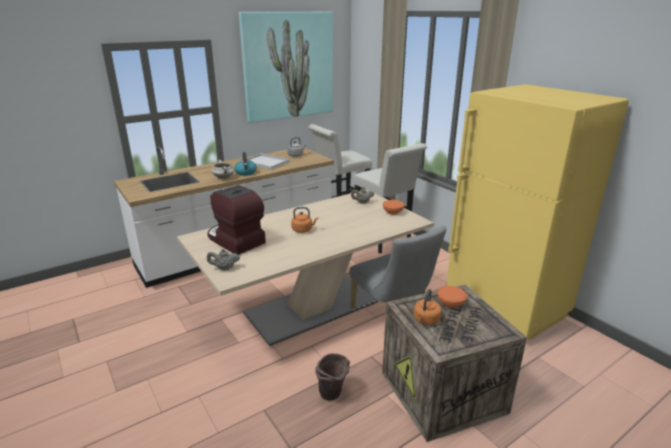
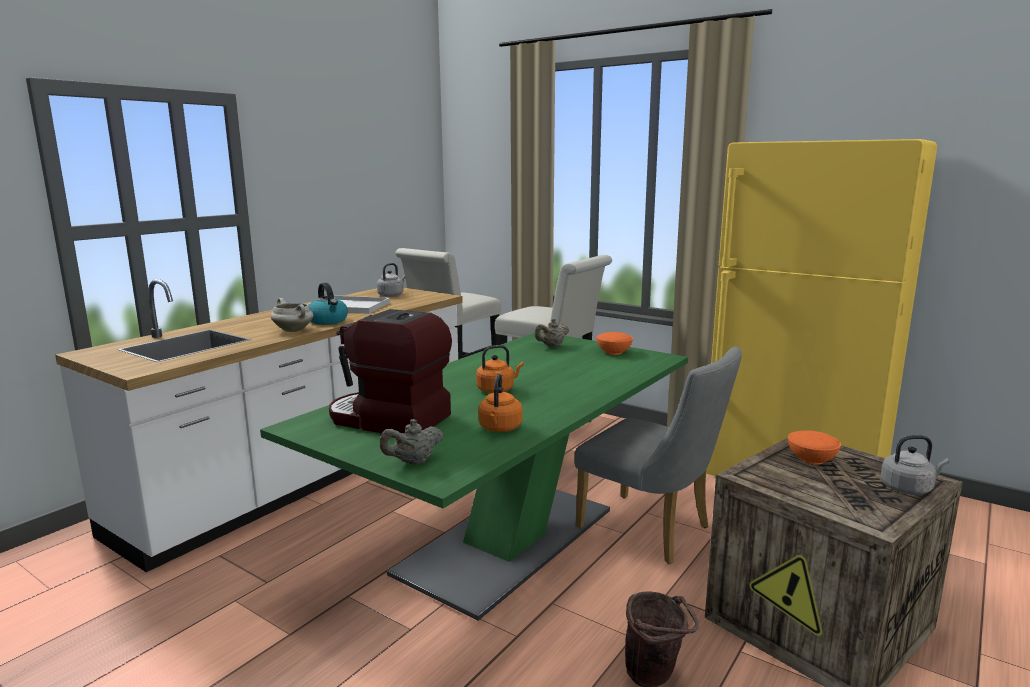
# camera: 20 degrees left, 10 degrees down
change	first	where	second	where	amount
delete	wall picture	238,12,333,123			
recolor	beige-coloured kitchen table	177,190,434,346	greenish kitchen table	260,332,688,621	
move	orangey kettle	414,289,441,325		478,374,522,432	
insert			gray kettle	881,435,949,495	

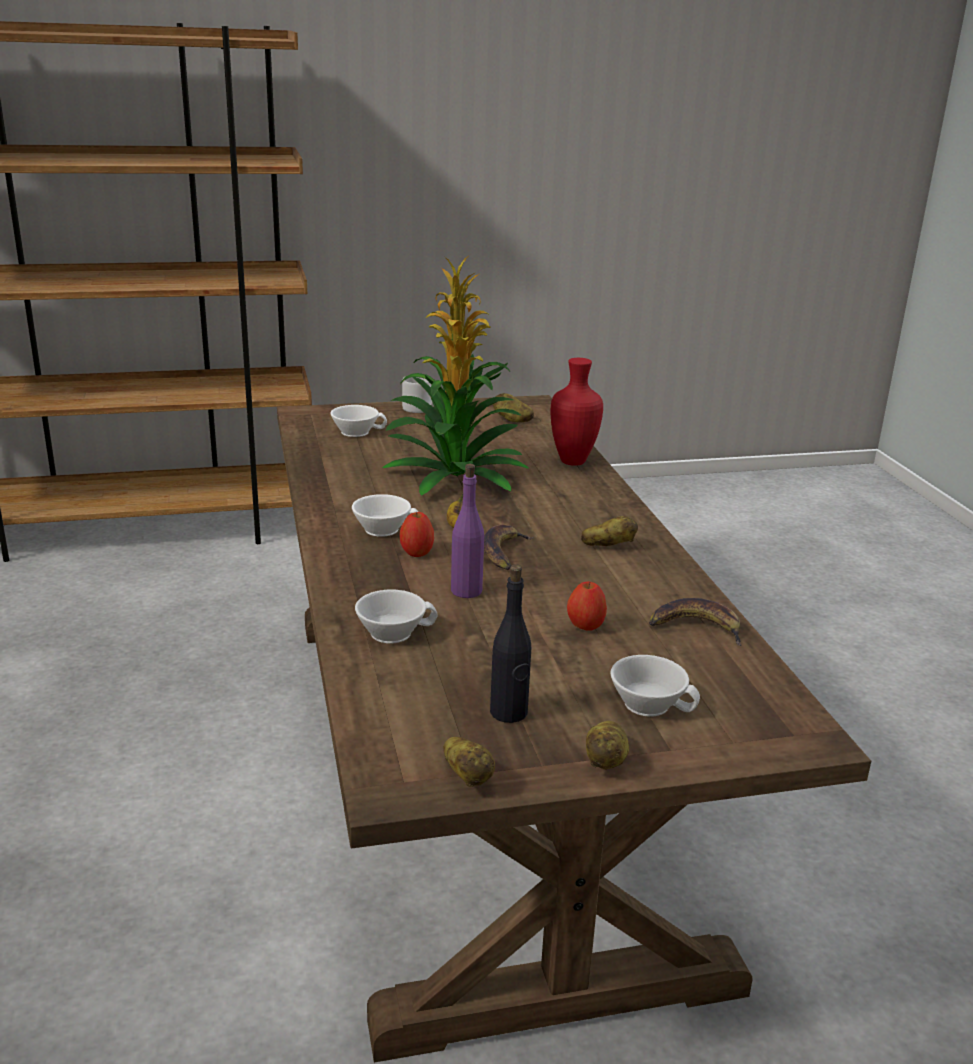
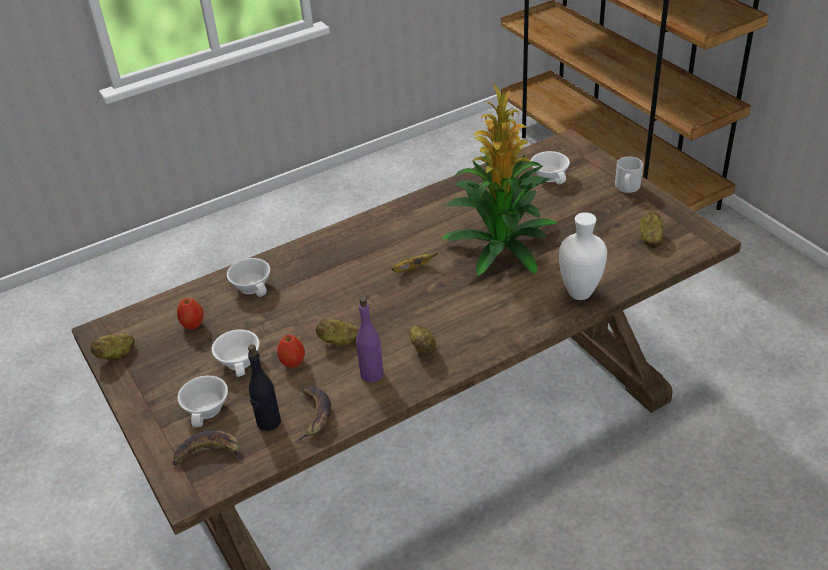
# camera: 75 degrees right, 15 degrees up
change	first	where	second	where	amount
recolor	red-coloured flower vase	551,358,603,466	white flower vase	559,212,607,300	
move	purplish bottle	451,464,484,598		356,297,384,382	
move	white cup	352,494,418,537		212,329,259,377	
move	whole apple	400,512,434,557		177,298,204,330	
move	banana fruit	484,524,534,570		172,430,243,465	
move	blackish bottle	490,564,531,723		248,344,281,431	
move	whole potato	586,721,629,770		316,319,359,346	

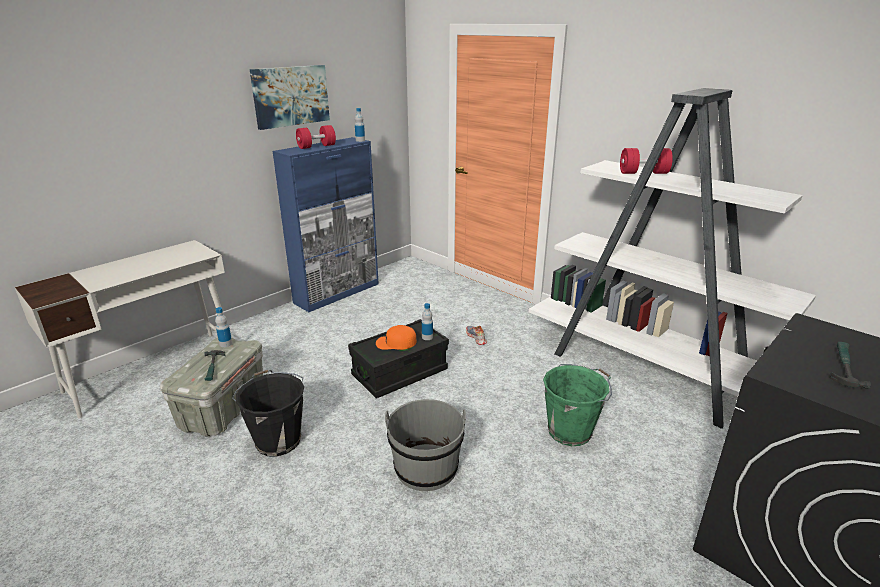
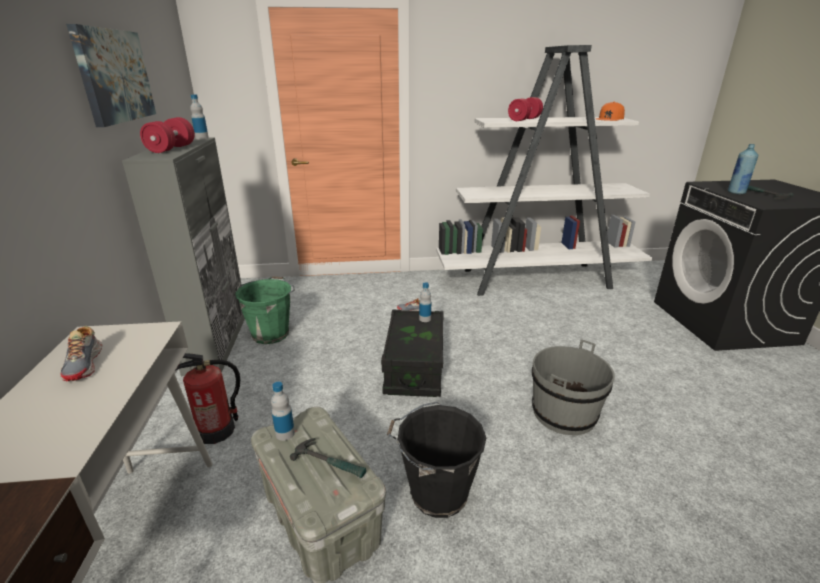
# camera: 50 degrees left, 0 degrees up
change	first	where	second	where	amount
recolor	blue storage cabinet	272,137,379,312	gray storage cabinet	122,137,245,376	
move	orangey baseball cap	376,325,417,350		596,102,625,121	
move	greenish pail	543,364,612,446		235,276,295,344	
insert			blue bottle	728,144,758,194	
insert			item of footwear	60,326,102,381	
insert			extinguisher	175,353,240,444	

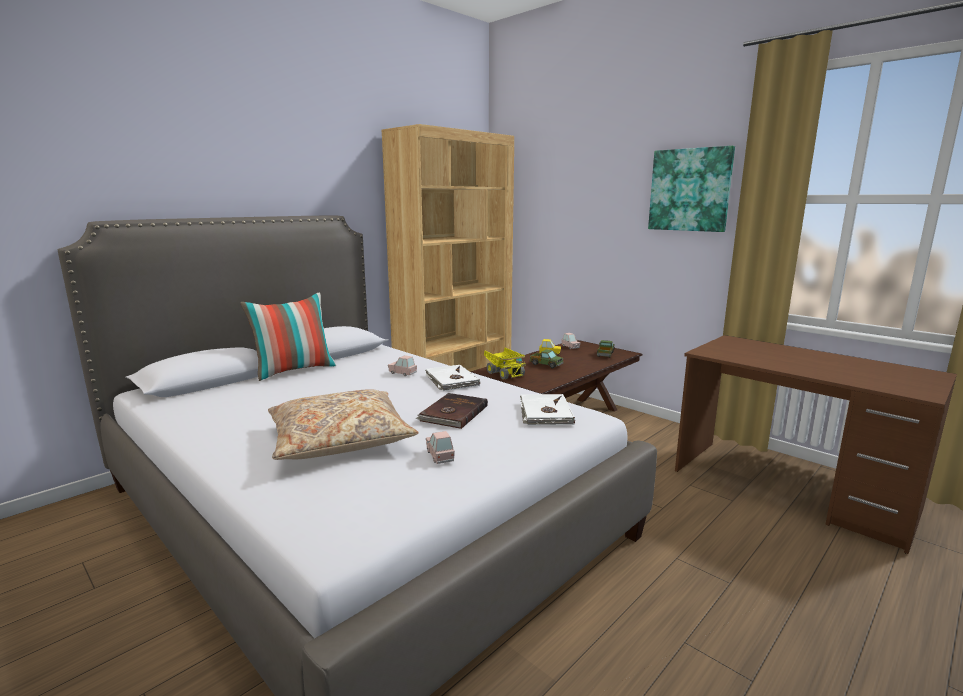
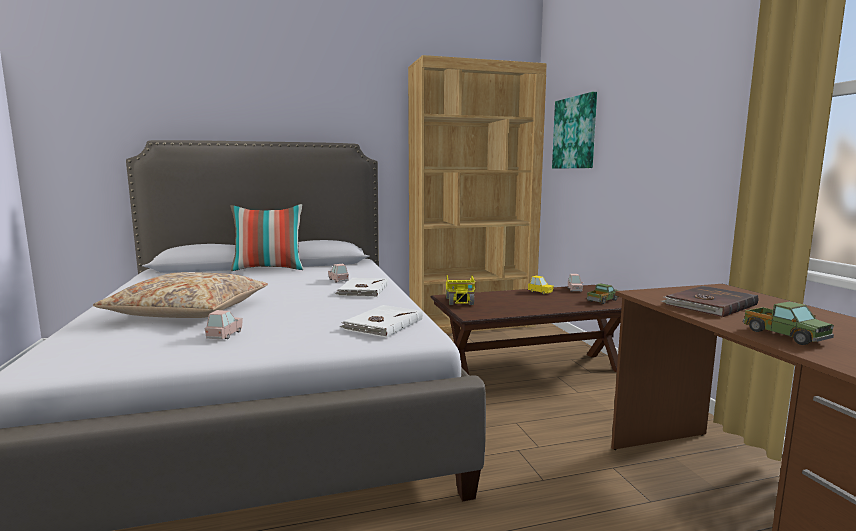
# camera: 30 degrees right, 5 degrees down
change	first	where	second	where	amount
move	wall picture	648,146,735,232		552,92,597,169	
move	toy lorry	530,349,563,368		743,301,834,345	
move	brown-coloured book	416,393,488,429		661,286,758,317	

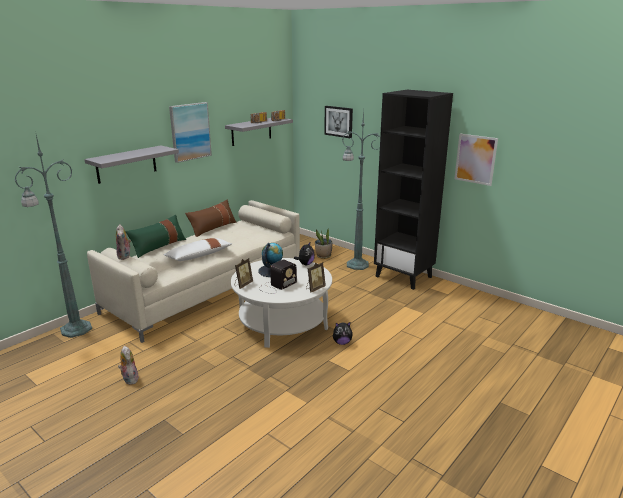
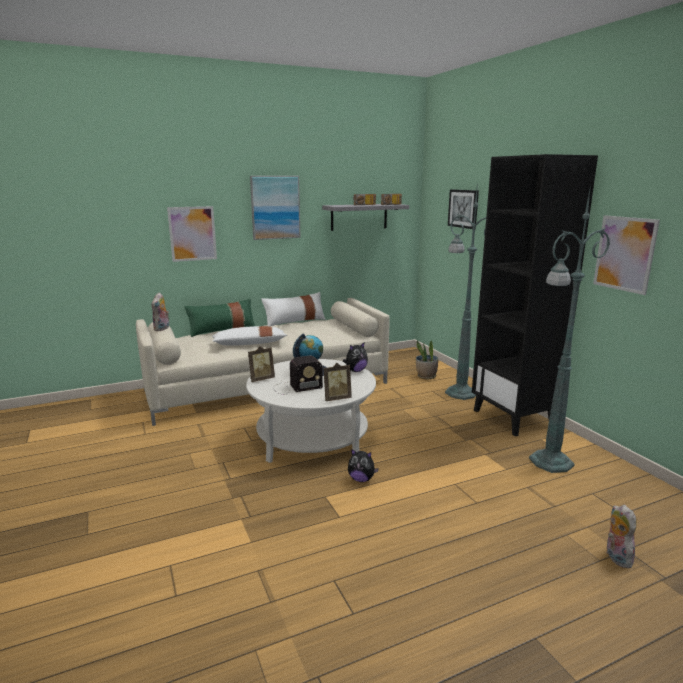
# camera: 25 degrees right, 5 degrees down
change	first	where	second	where	amount
move	greenish standing lamp	14,131,92,338		529,185,610,473	
replace	gray bracket shelf	84,145,179,184	wall picture	167,206,217,262	
recolor	brown-coloured pillow	185,200,237,237	white pillow	261,292,326,326	
move	plush toy	118,346,139,385		607,505,637,568	

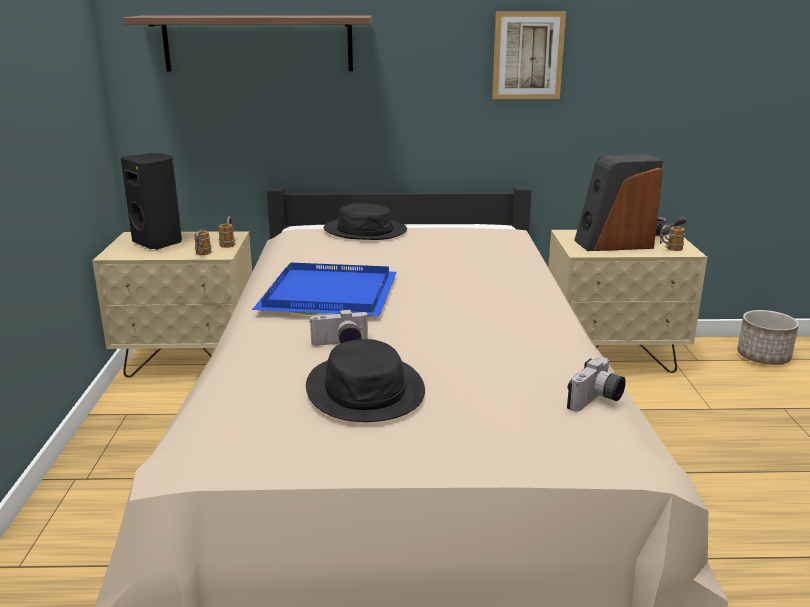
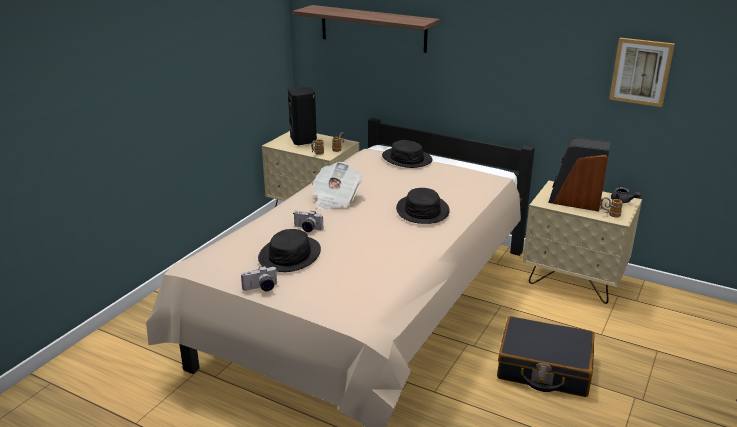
# camera: 30 degrees right, 5 degrees up
change	first	where	second	where	amount
move	wall picture	492,12,566,99		609,38,675,107	
replace	blue carrying tray	252,263,397,316	daily paper	312,162,362,210	
delete	flower pot	737,310,799,365			
move	still camera	567,357,626,412		241,266,277,291	
insert			blackish hat	396,188,450,224	
insert			blackish piece of luggage	497,316,595,397	

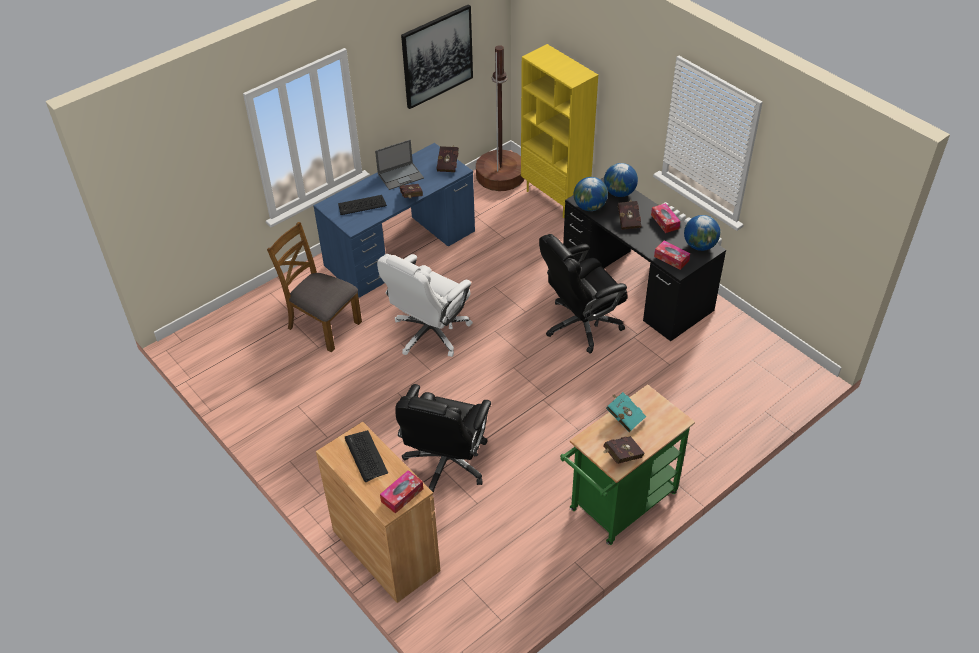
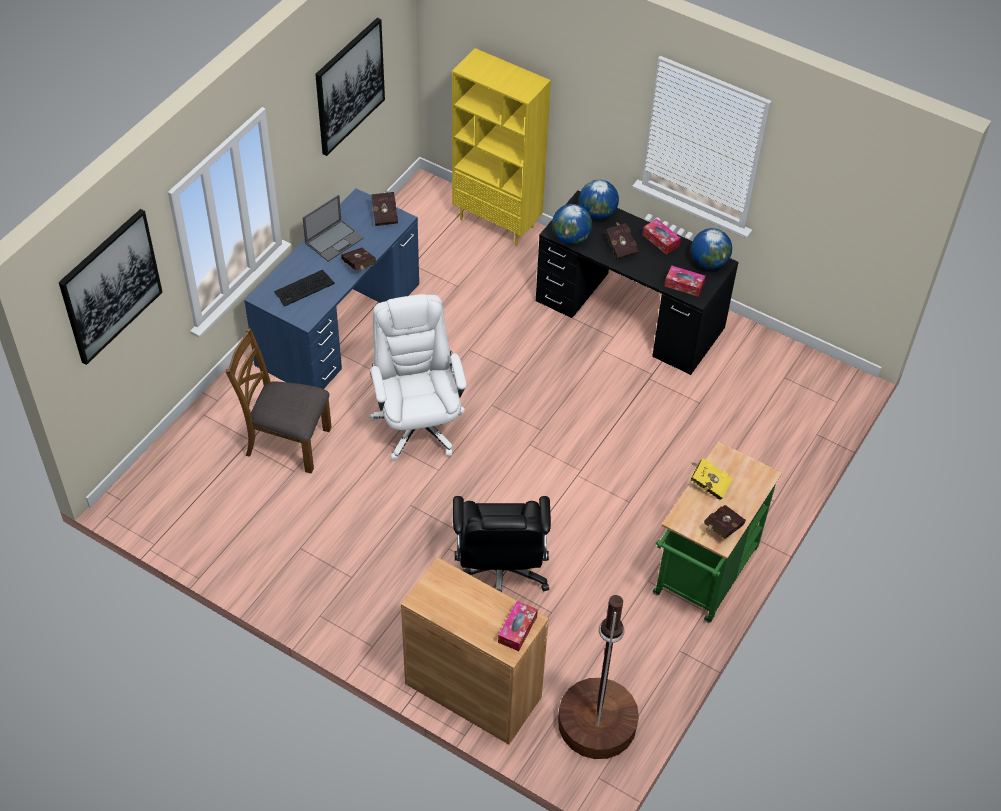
# camera: 20 degrees left, 5 degrees up
change	first	where	second	where	amount
move	brown-coloured standing lamp	476,45,524,191		558,595,639,759	
delete	blackish desk chair	539,234,627,354			
rotate	white desk chair	377,254,473,357		370,294,467,461	150 degrees clockwise
recolor	turquoise book	606,392,646,432	yellow-coloured book	690,458,733,500	
delete	keyboard	345,430,388,482			
insert			wall picture	59,209,162,365	

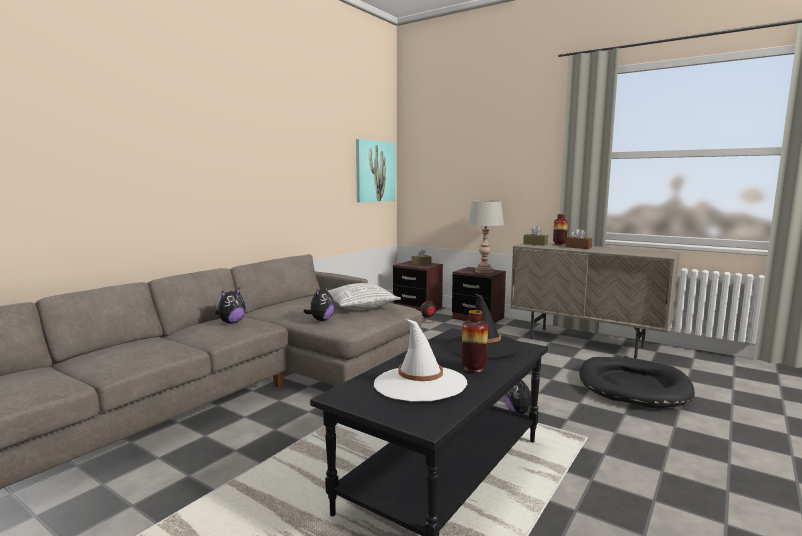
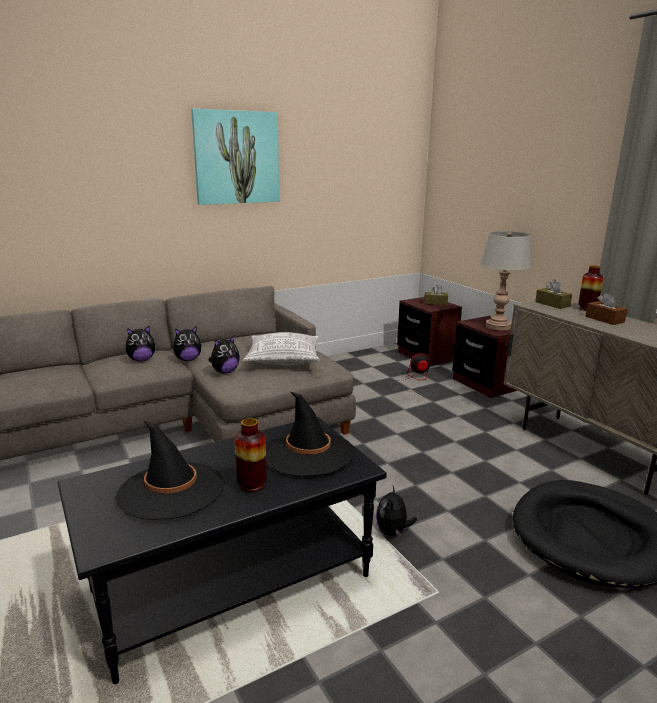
# camera: 25 degrees right, 10 degrees up
change	first	where	second	where	amount
move	wall picture	356,139,395,203		191,109,279,205	
recolor	white hat	374,319,467,402	blackish hat	115,421,225,520	
insert			plush toy	173,327,201,361	

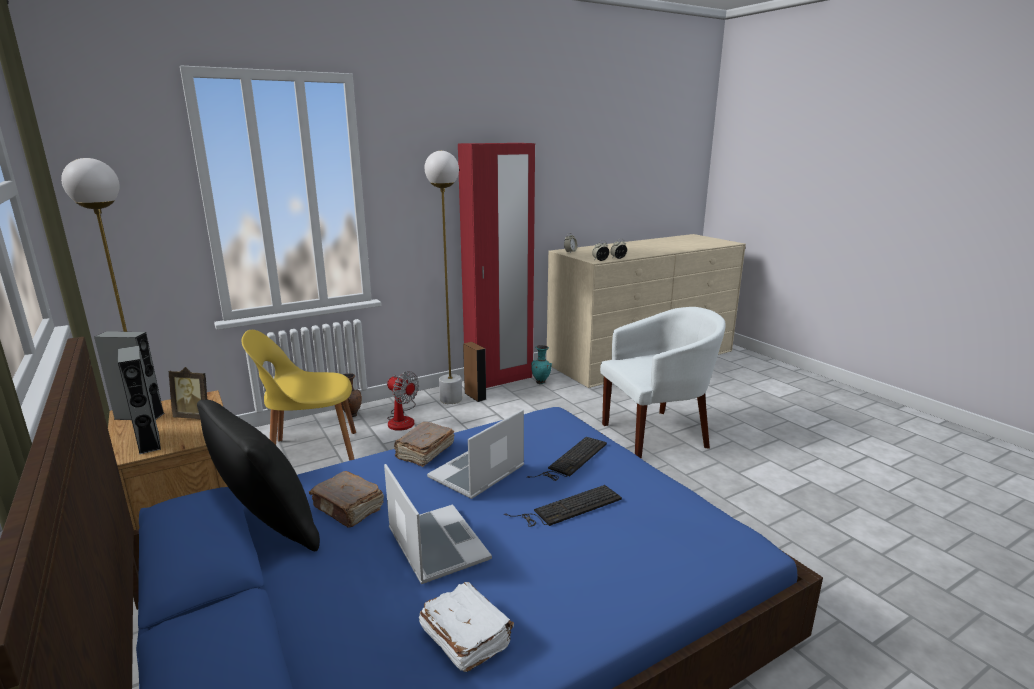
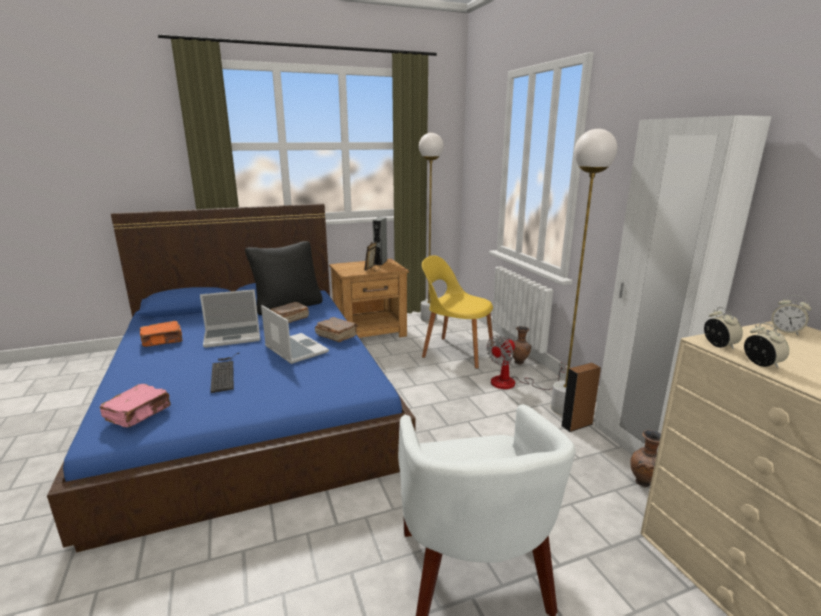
# camera: 100 degrees right, 0 degrees up
change	first	where	second	where	amount
recolor	red-coloured armoire	458,143,535,388	white armoire	595,115,772,454	
rotate	yellow-coloured plain chair	241,330,356,461		422,255,494,369	60 degrees counterclockwise
recolor	turquoise flower vase	531,345,552,384	brown-coloured flower vase	630,430,661,487	
delete	gray speaker	118,346,161,454			
delete	keyboard	527,437,607,481			
recolor	white book	419,582,514,672	orangey book	140,321,182,347	
insert			pink book	99,384,171,428	

